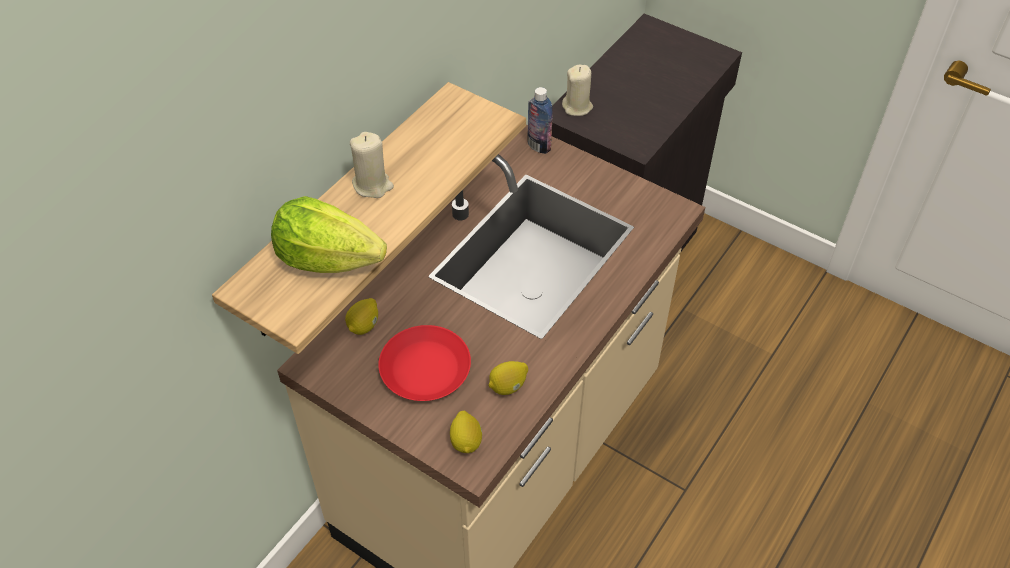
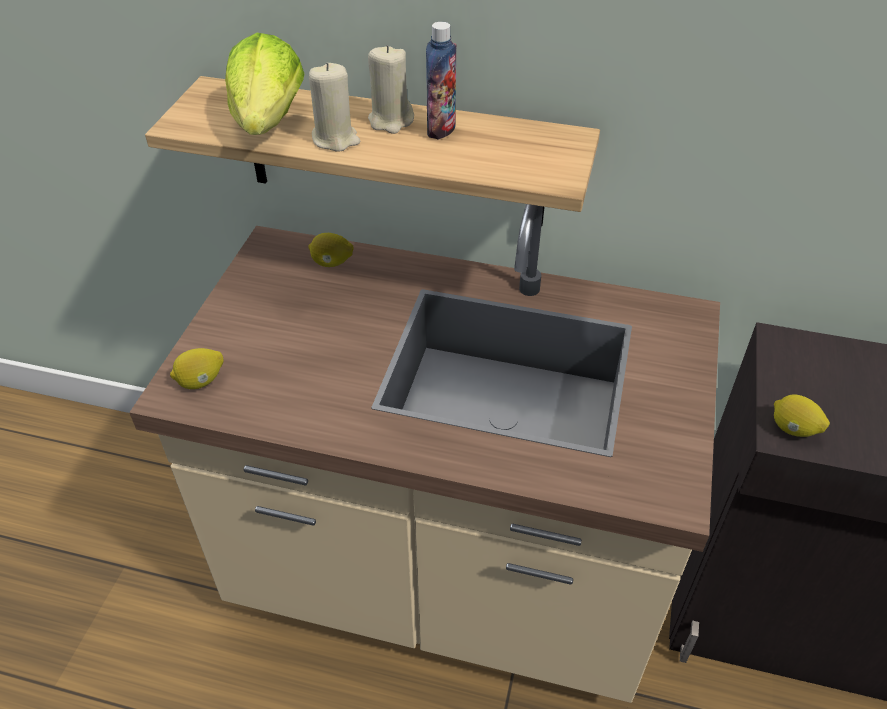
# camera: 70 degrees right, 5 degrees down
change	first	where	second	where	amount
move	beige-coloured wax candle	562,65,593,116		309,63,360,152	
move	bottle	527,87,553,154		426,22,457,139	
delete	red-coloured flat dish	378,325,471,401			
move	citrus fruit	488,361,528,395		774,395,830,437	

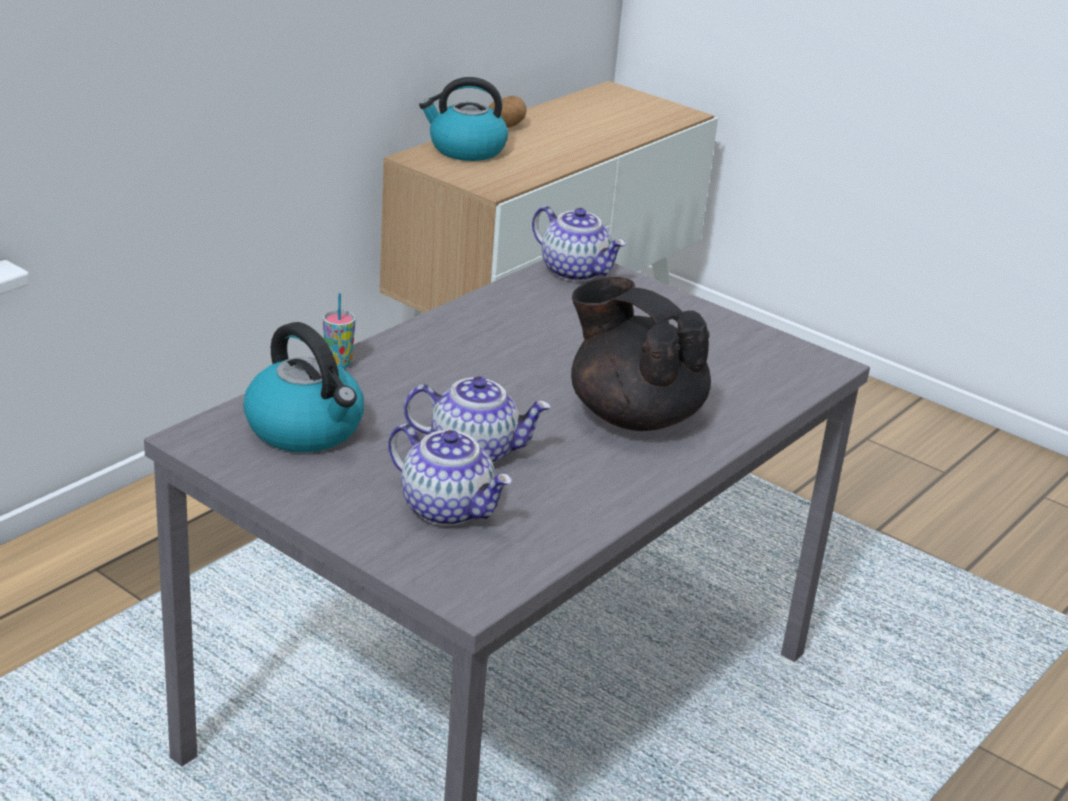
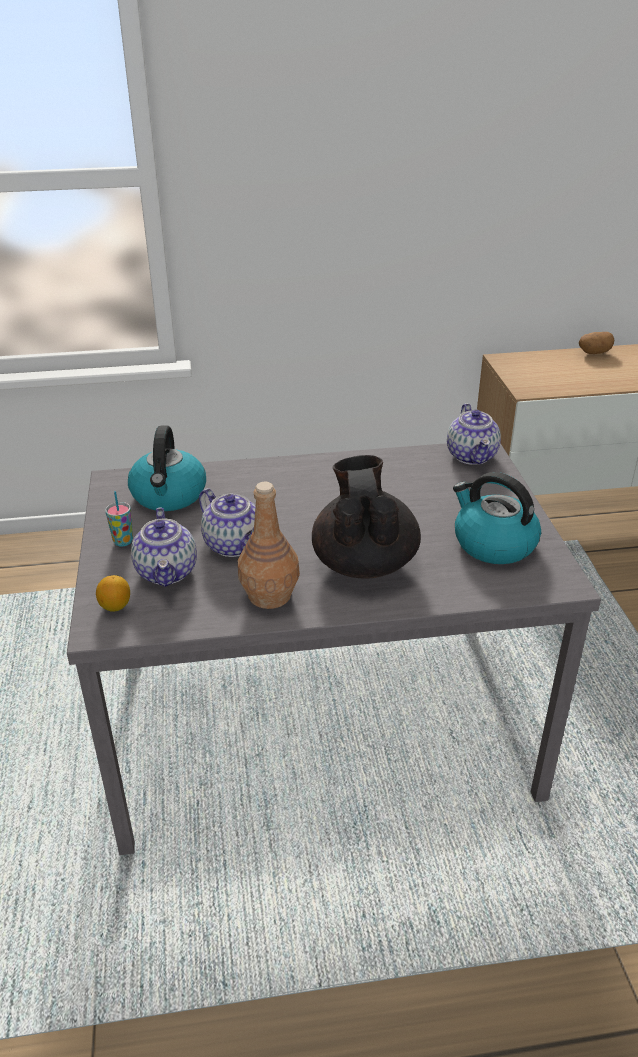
# camera: 45 degrees right, 5 degrees up
change	first	where	second	where	amount
move	kettle	419,77,508,161		453,472,541,564	
move	cup	323,293,356,369		105,491,133,546	
insert			brown-coloured bottle	238,482,300,609	
insert			citrus fruit	96,575,130,611	

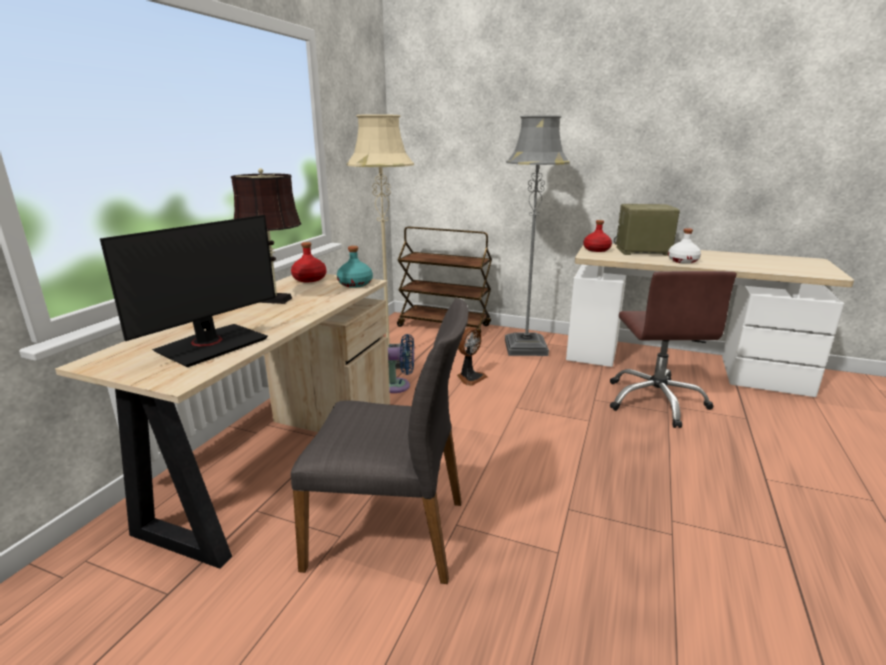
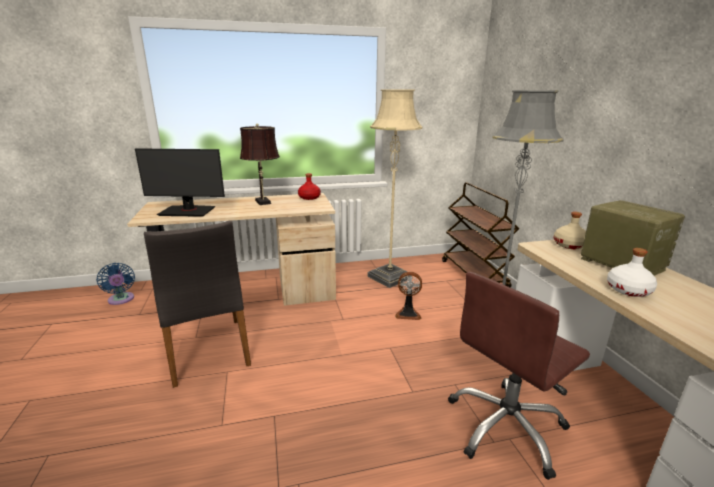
# camera: 55 degrees right, 0 degrees up
change	first	where	second	where	amount
recolor	red-coloured bottle	583,220,612,252	beige-coloured bottle	553,212,586,249	
delete	turquoise bottle	337,246,373,288			
move	blue electric fan	388,334,414,393		96,263,135,305	

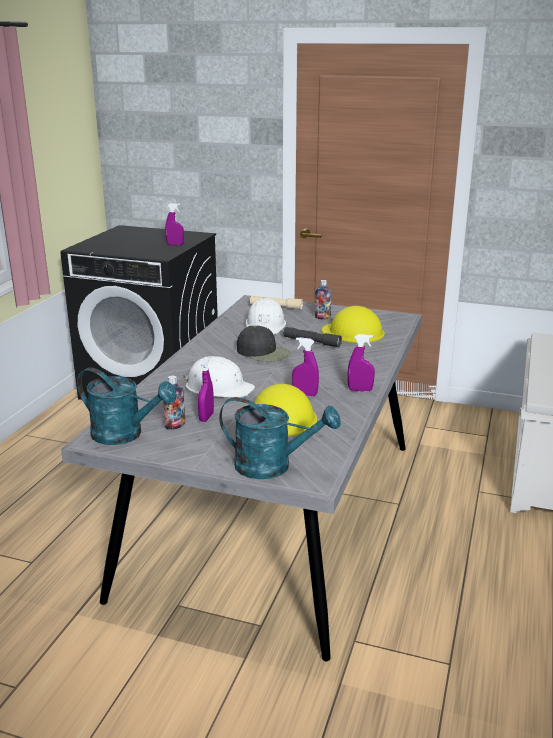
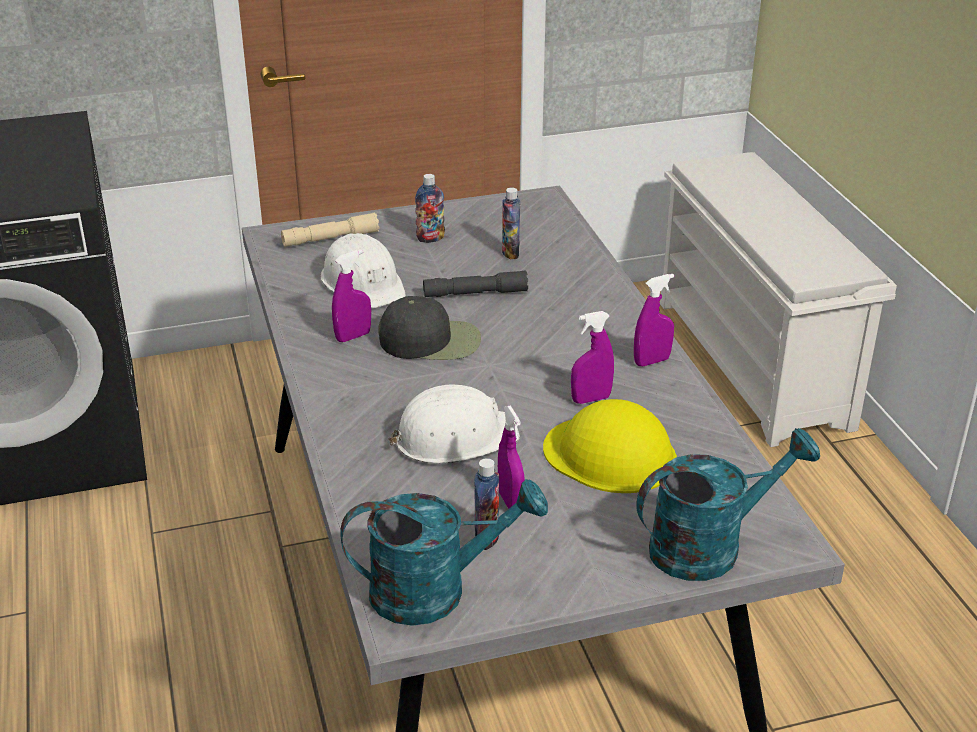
# camera: 35 degrees left, 10 degrees up
change	first	where	second	where	amount
move	purplish sprayer	165,203,184,245		332,249,371,342	
replace	yellow-coloured safety helmet	322,306,385,343	bottle	502,188,520,259	

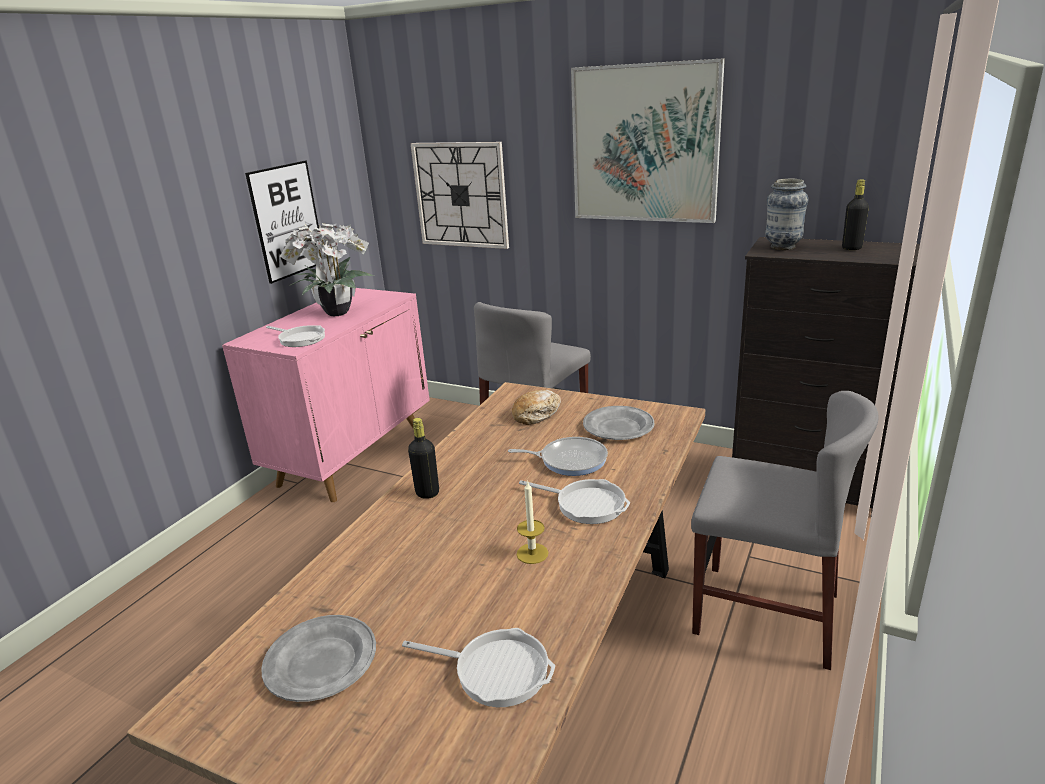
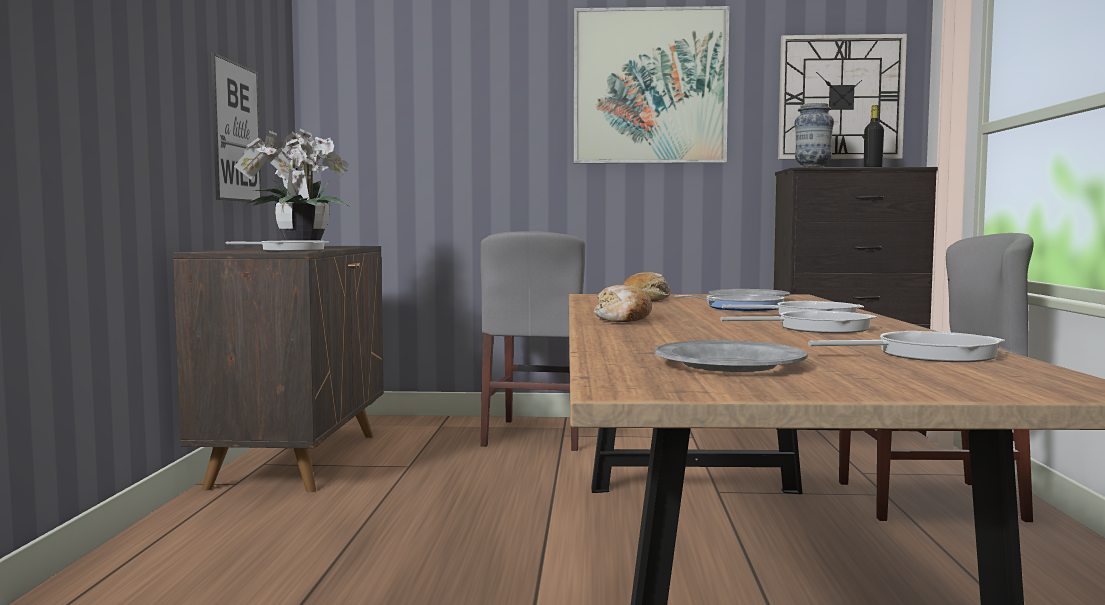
# camera: 25 degrees left, 20 degrees down
change	first	where	second	where	amount
move	wall clock	410,142,509,249		778,34,907,159	
recolor	pink storage cabinet	222,288,430,502	brown-coloured storage cabinet	173,246,384,492	
replace	blackish bottle	408,418,439,499	bread	594,285,652,322	
replace	wax candle	516,480,548,564	frying pan	720,310,877,333	

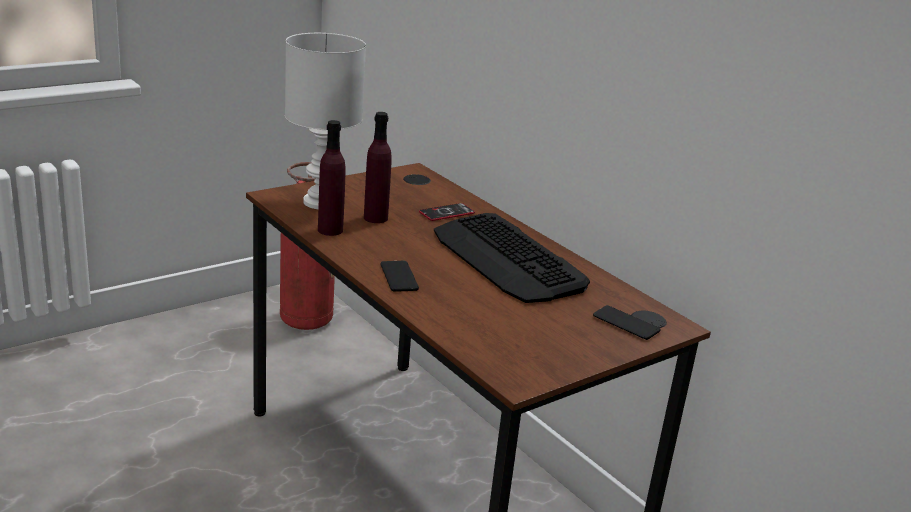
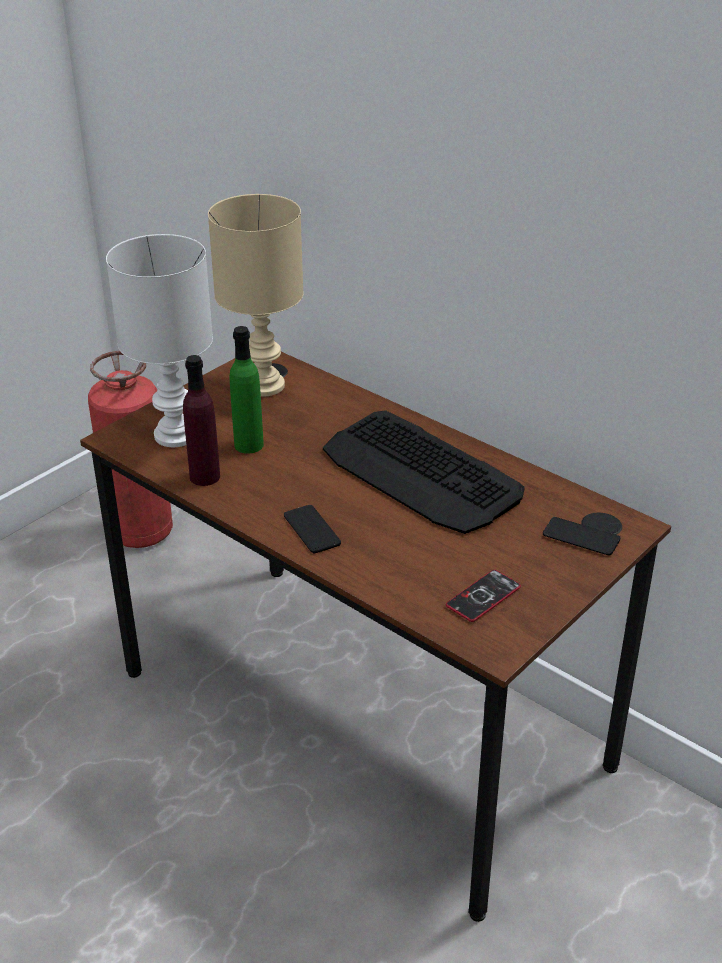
# camera: 10 degrees left, 10 degrees up
change	first	where	second	where	amount
recolor	purplish bottle	364,112,392,223	greenish bottle	230,326,264,454	
move	phone	419,203,475,221		446,570,521,622	
insert			beige-coloured lamp for a table	208,194,304,397	

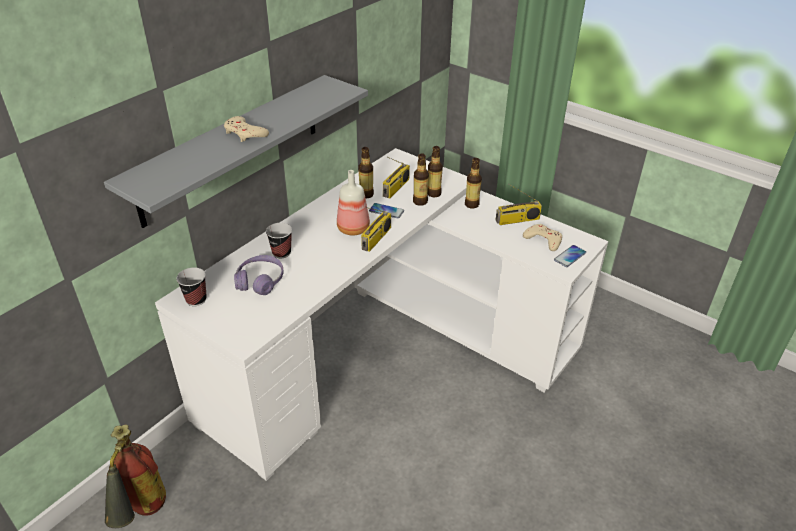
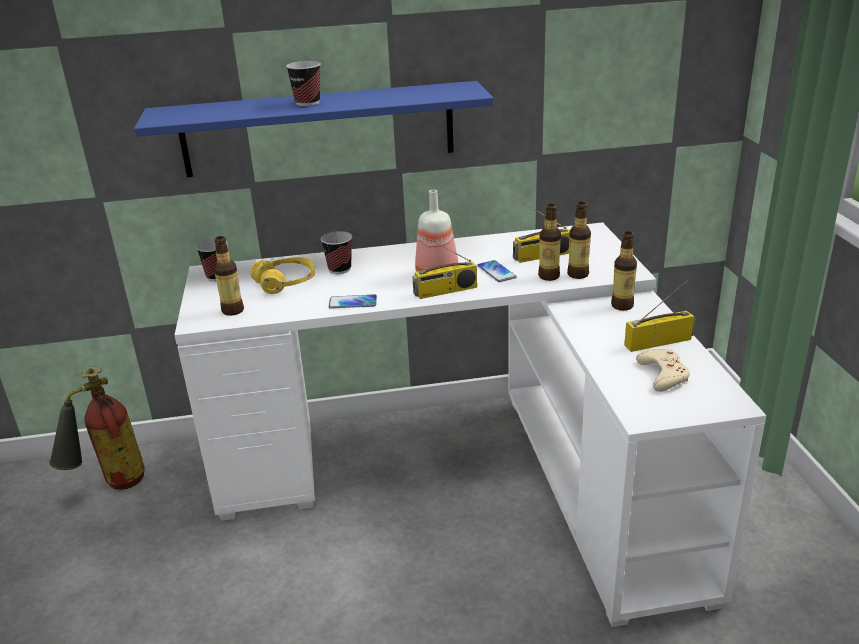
# camera: 45 degrees right, 10 degrees down
change	first	where	second	where	amount
recolor	gray bracket shelf	104,75,368,228	blue bracket shelf	134,81,494,177	
replace	beige-coloured game controller	224,116,269,142	cup	286,61,321,106	
move	bottle	358,147,374,198		214,236,244,316	
rotate	radio set	495,184,542,225		624,279,696,352	135 degrees clockwise
move	phone	554,245,586,267		329,294,377,309	
recolor	purplish headset	234,255,284,295	yellow-coloured headset	250,257,315,294	

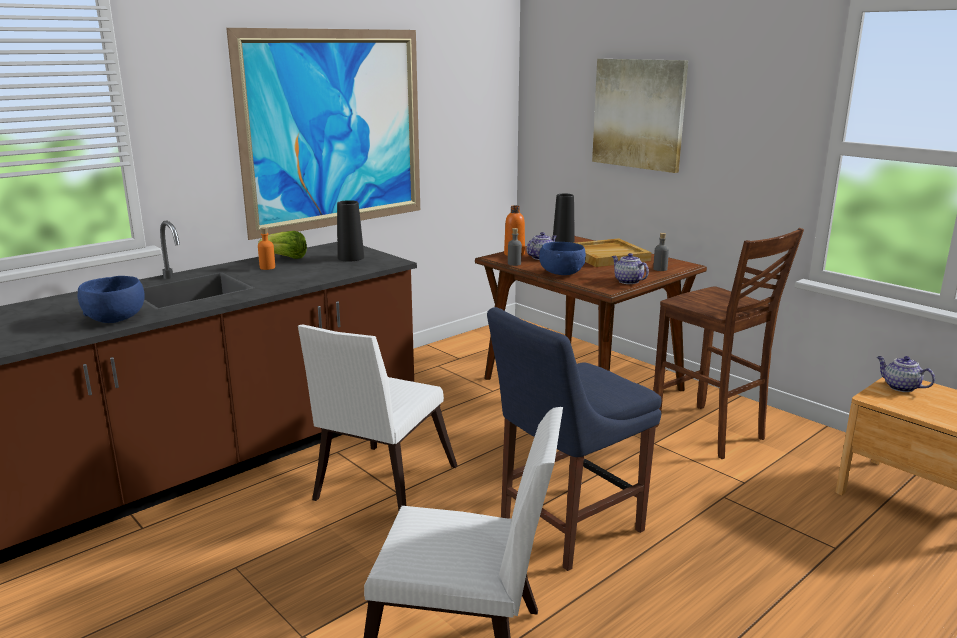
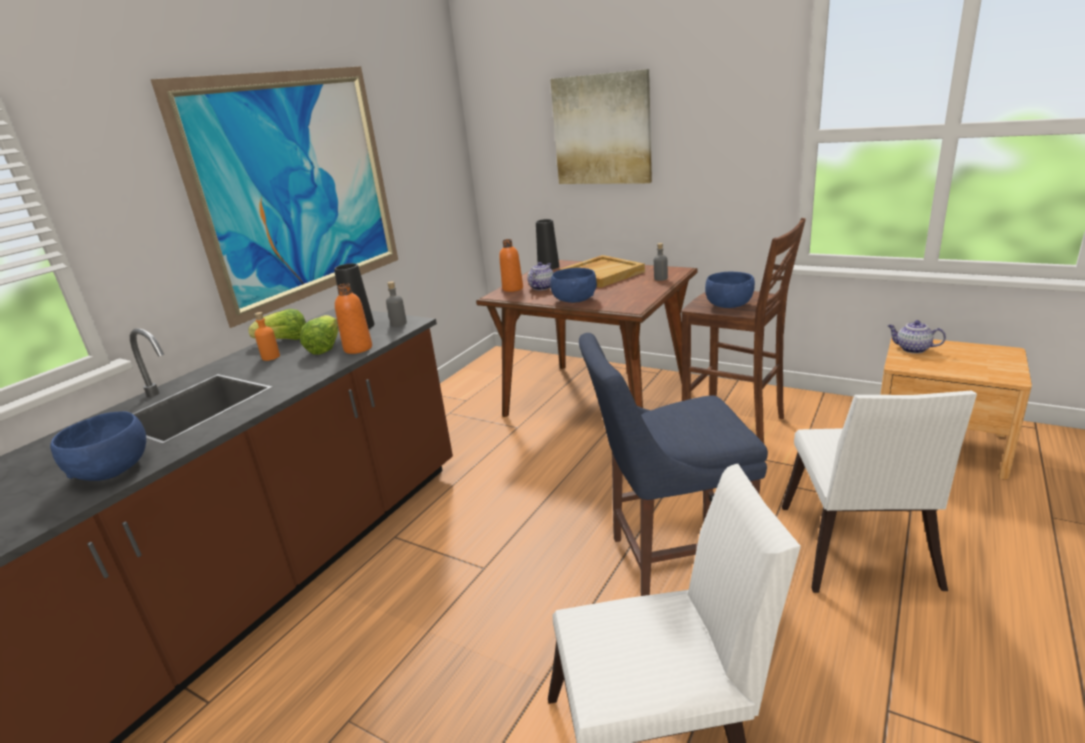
# camera: 15 degrees left, 5 degrees up
change	first	where	second	where	amount
move	gray bottle	508,228,522,266		386,281,407,327	
delete	teapot	612,253,649,284			
rotate	blue plain chair	487,307,662,571		579,333,768,596	45 degrees clockwise
move	white plain chair	298,324,458,510		782,391,977,593	
insert			blue bowl	705,272,755,308	
insert			orangey bottle	335,283,372,354	
insert			lettuce	300,315,338,355	

